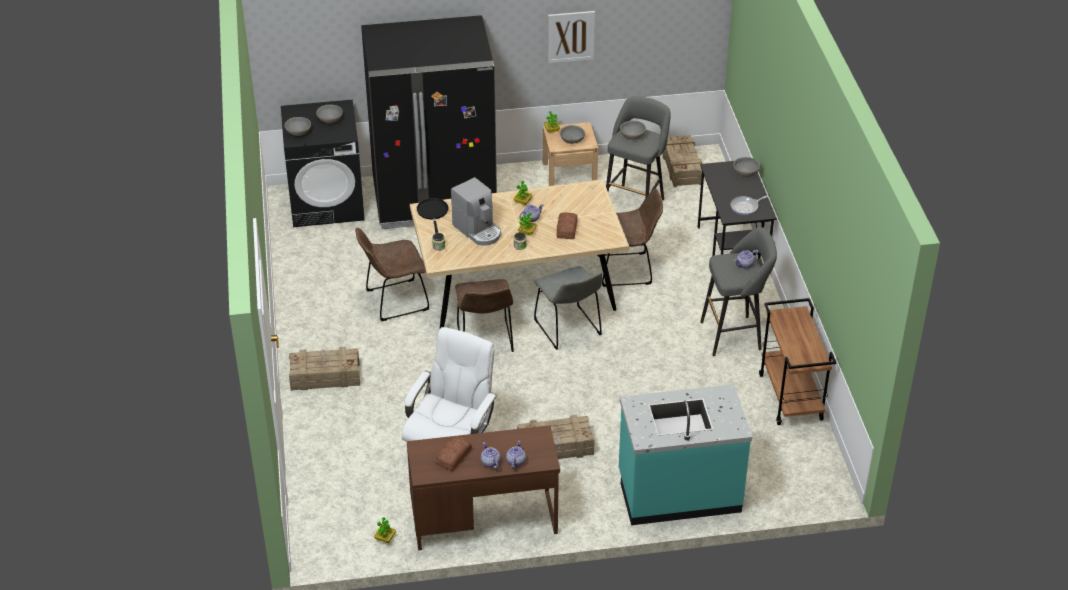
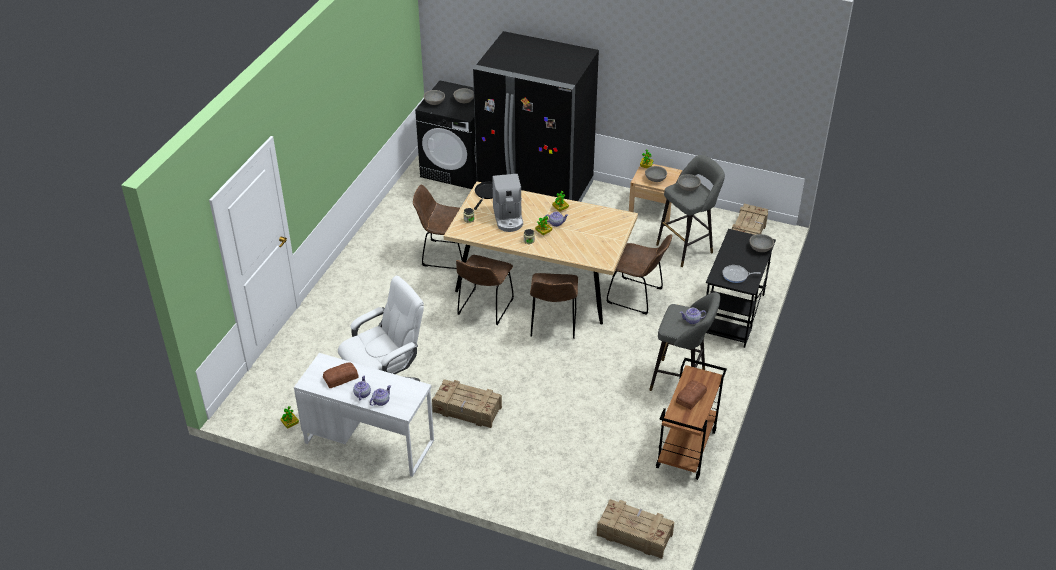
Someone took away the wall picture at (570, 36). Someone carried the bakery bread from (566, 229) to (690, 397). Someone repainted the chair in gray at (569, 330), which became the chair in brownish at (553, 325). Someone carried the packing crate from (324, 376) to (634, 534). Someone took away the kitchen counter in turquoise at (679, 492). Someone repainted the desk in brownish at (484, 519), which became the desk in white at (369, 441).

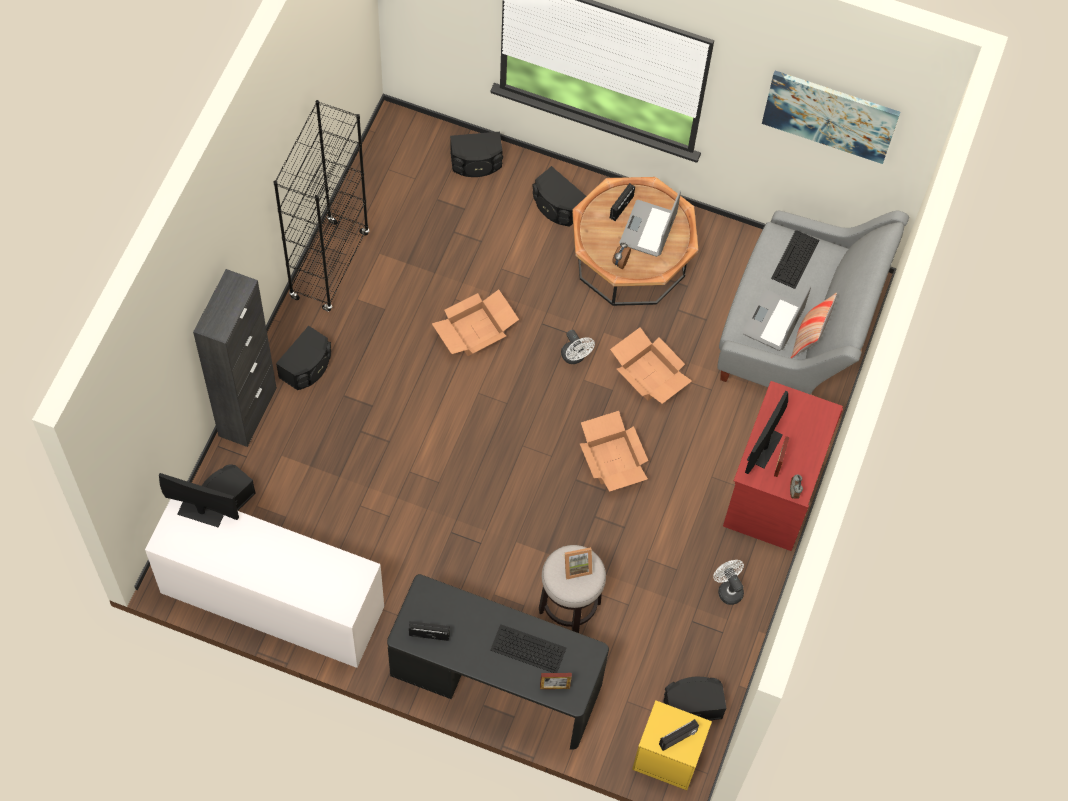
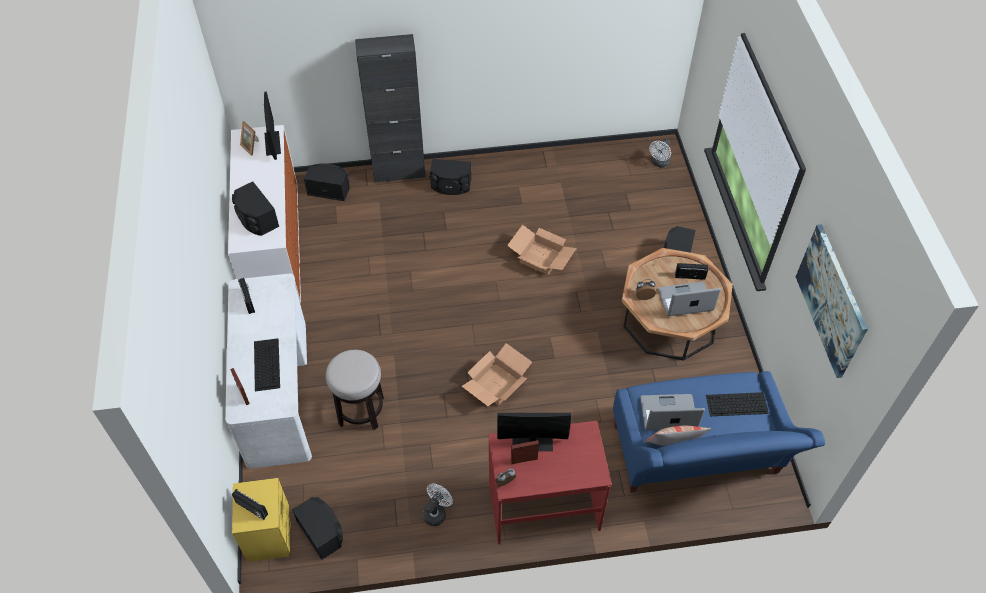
Someone took away the bookshelf in blackish at (330, 266). Someone carried the audio speaker in blackish from (476, 163) to (256, 219). Someone repainted the couch in gray at (797, 330), which became the couch in blue at (697, 458). Someone took away the carton at (650, 375). Someone carried the cooling fan in white from (575, 357) to (659, 163). Someone carried the picture frame from (576, 566) to (252, 146). Someone repainted the desk in blackish at (495, 681), which became the desk in white at (277, 392).

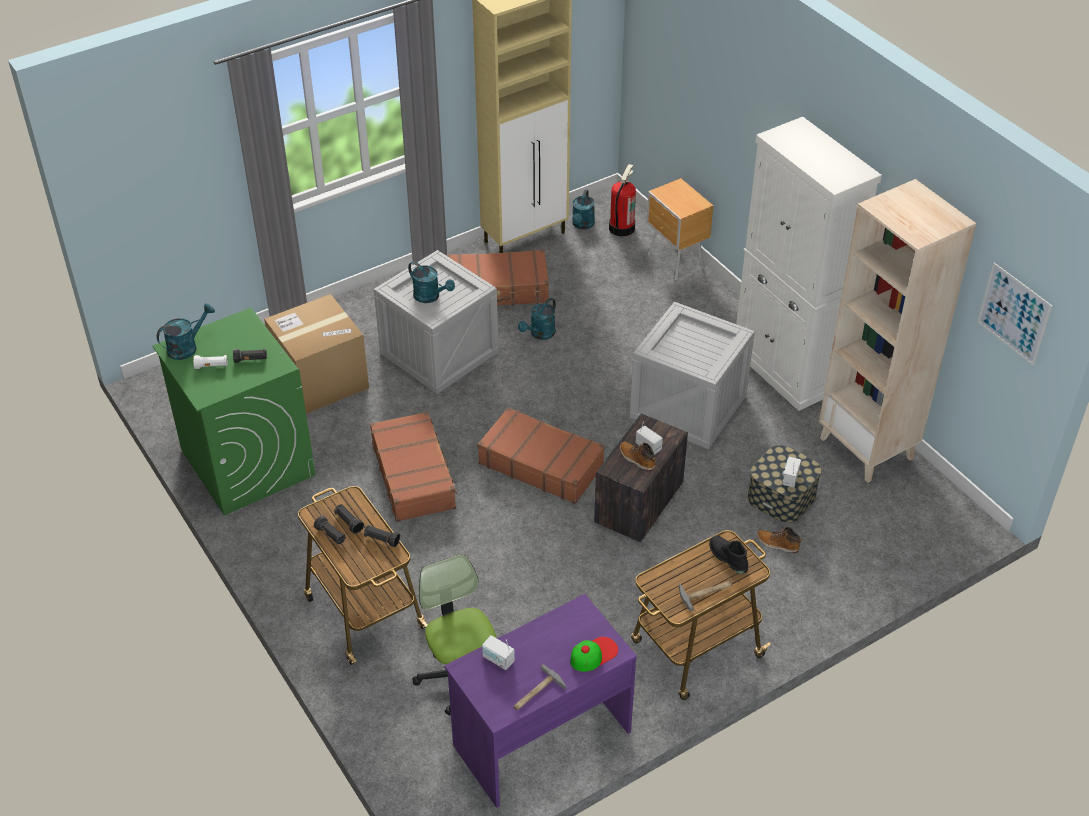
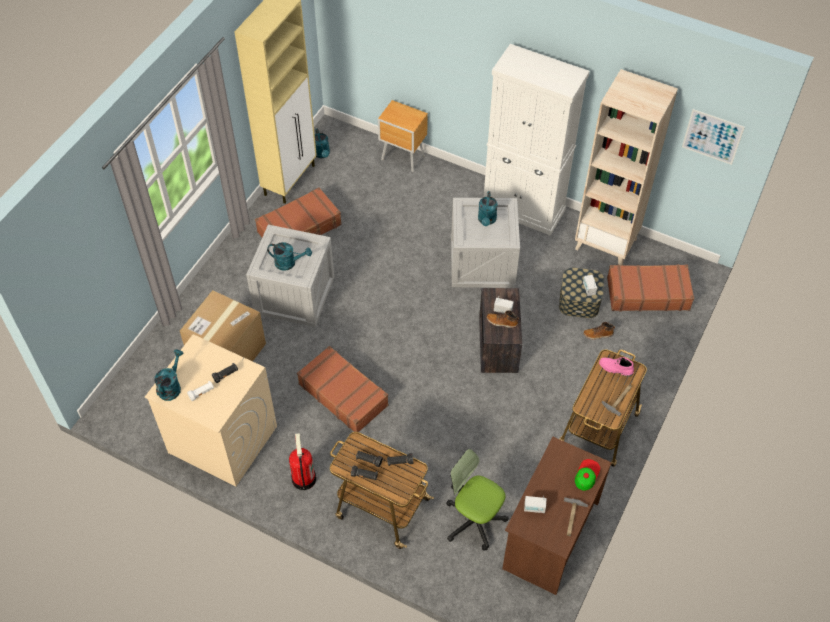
Someone carried the fire extinguisher from (621, 228) to (303, 479). Someone carried the sprinkling can in turquoise from (540, 334) to (487, 220). Someone repainted the laundry appliance in greenish at (247, 462), which became the laundry appliance in sand-coloured at (222, 439). Someone carried the suitcase in brownish from (541, 464) to (647, 293). Someone repainted the high-top boot in blackish at (727, 557), which became the high-top boot in pinkish at (615, 369). Someone repainted the desk in purplish at (540, 737), which became the desk in brownish at (549, 535).

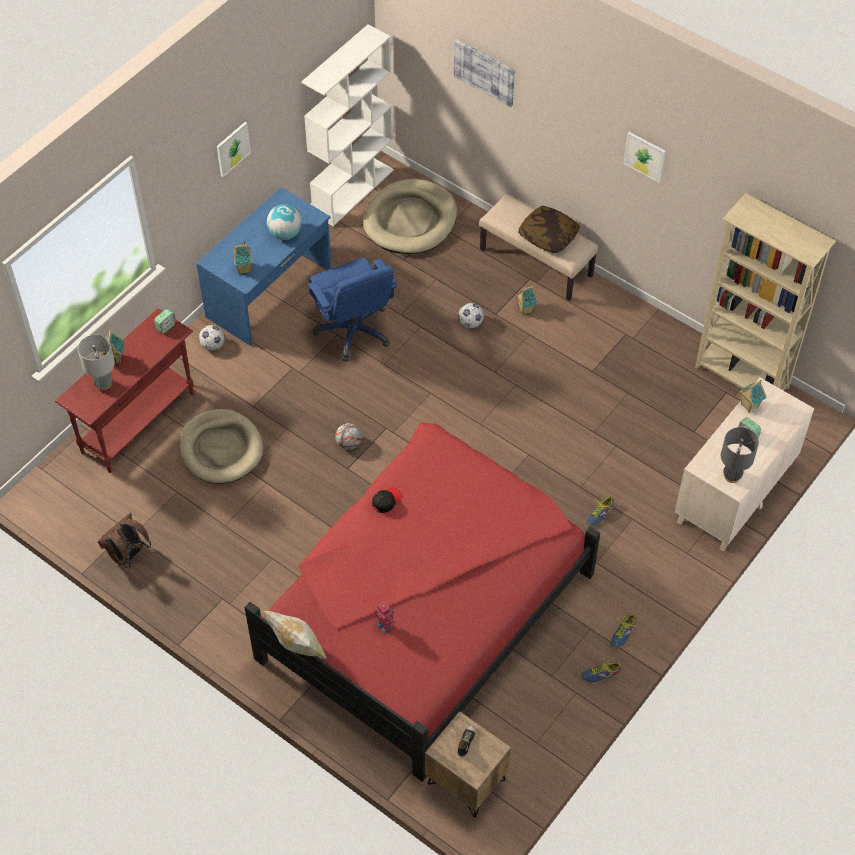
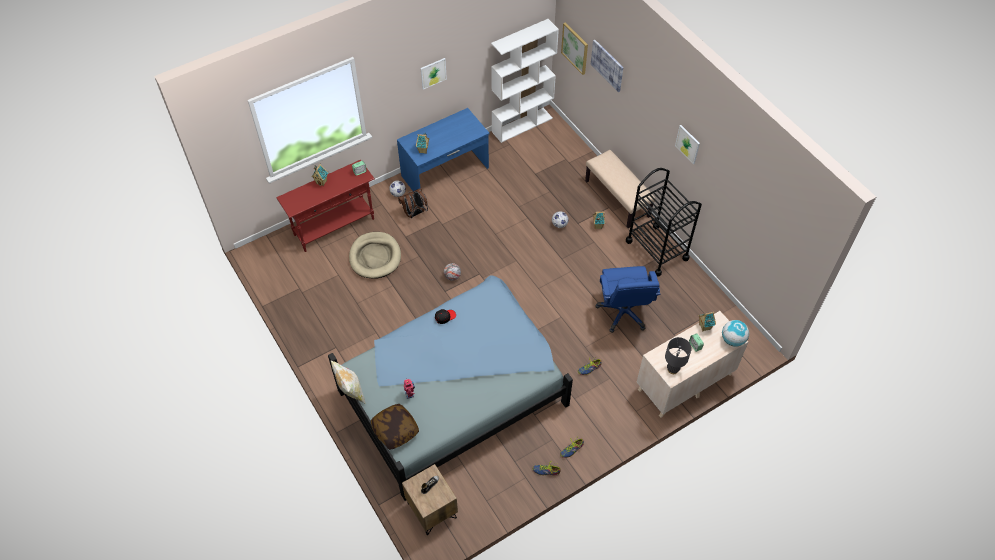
Someone took away the dog cushion in sand-coloured at (410, 220). Someone took away the bookshelf in sand-coloured at (741, 378). Someone carried the world globe from (285, 233) to (732, 340). Someone carried the cushion from (548, 236) to (395, 430). Someone carried the office chair in blue from (354, 331) to (623, 312). Someone took away the table lamp in gray at (104, 384). Someone repainted the sleeping bed in reddish at (423, 604), which became the sleeping bed in blue at (454, 390). Someone carried the backpack in brownish from (128, 556) to (414, 213). Someone put up the wall picture at (575, 48). Someone put down the cart in blackish at (657, 250).

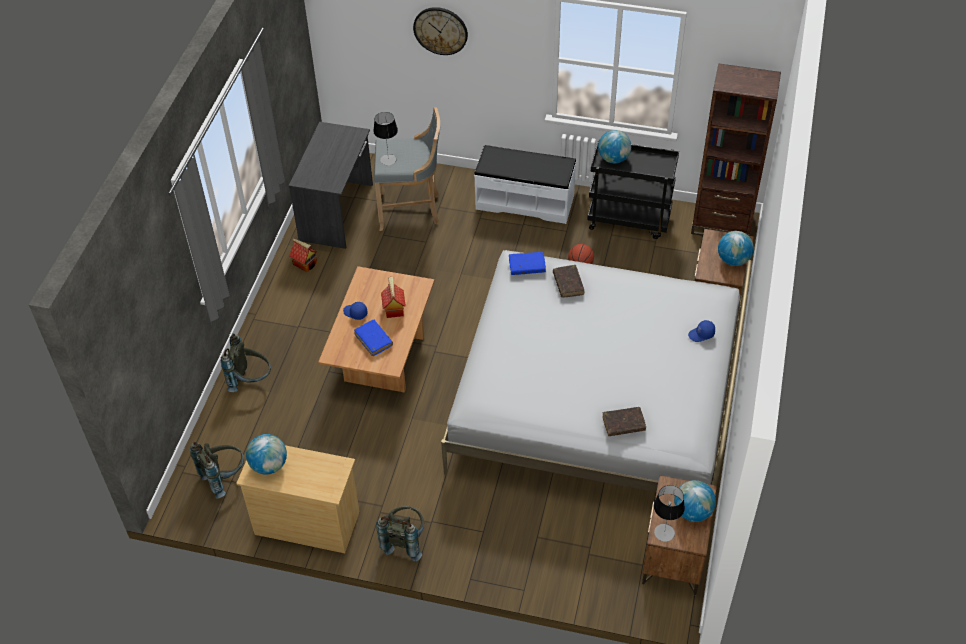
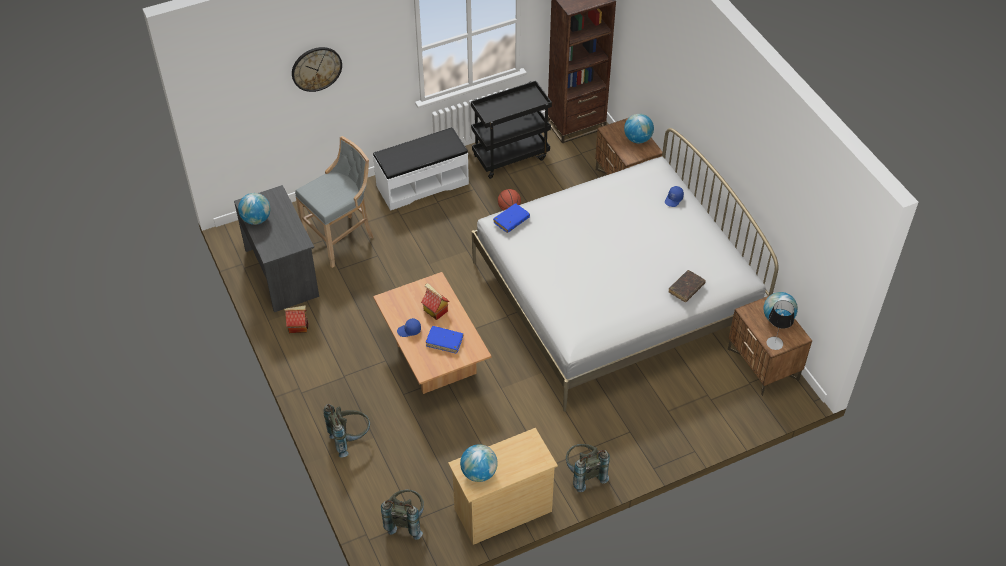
Someone took away the table lamp at (388, 160). Someone carried the world globe from (613, 158) to (256, 219). Someone took away the volume in brownish at (568, 284).

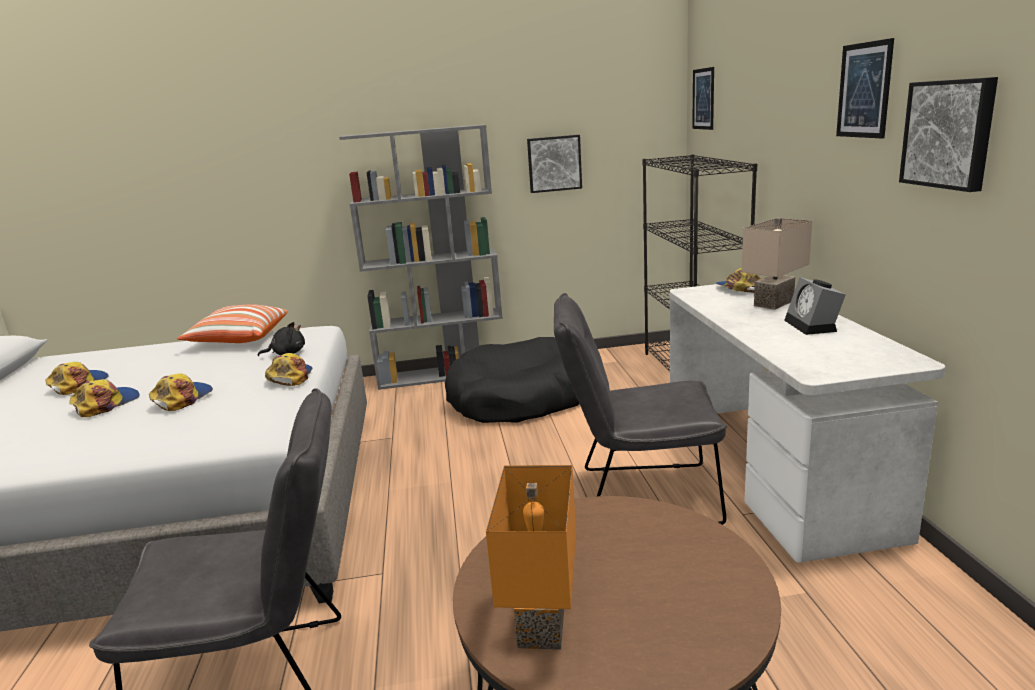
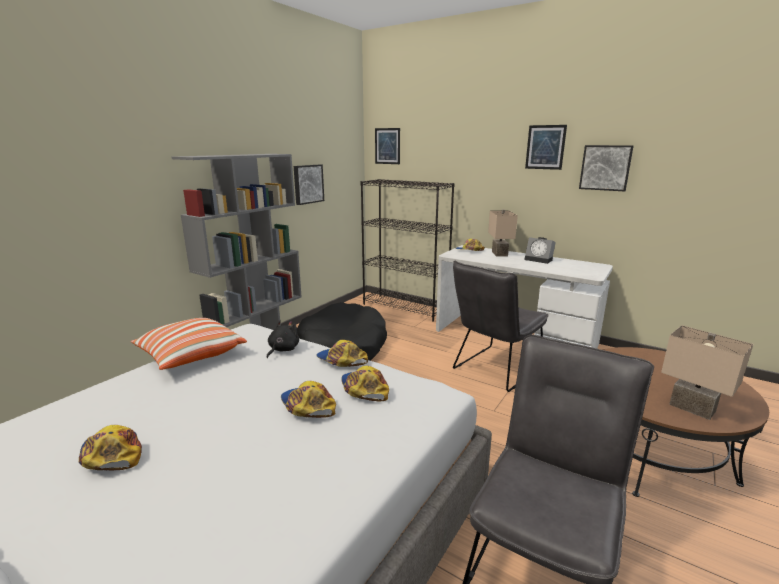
Someone carried the baseball cap from (106, 404) to (364, 389). Someone repainted the table lamp in orange-coloured at (545, 624), which became the table lamp in sand-coloured at (693, 407).

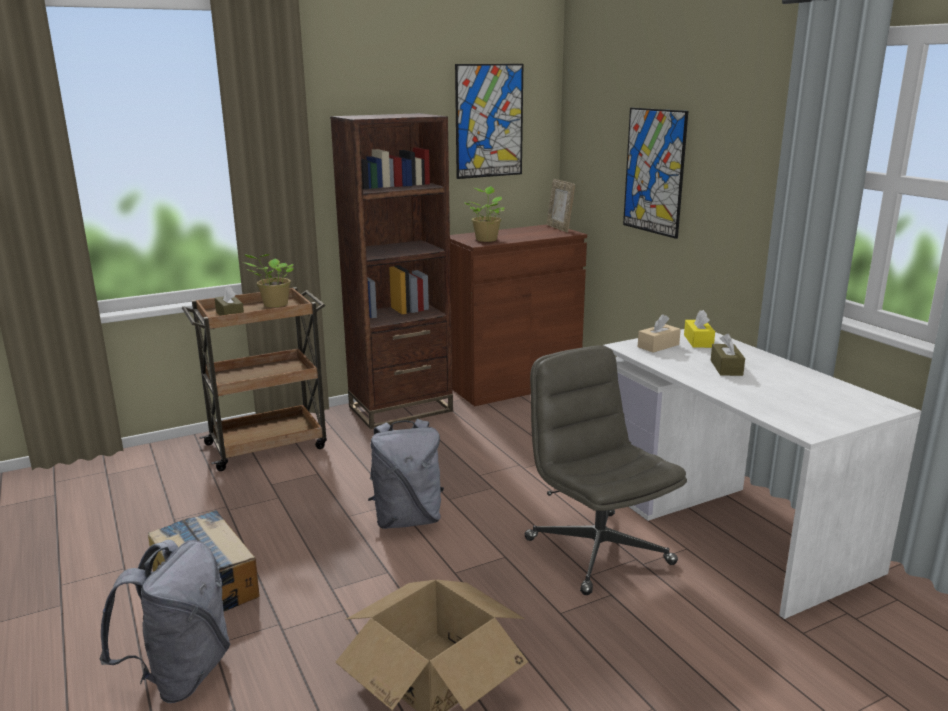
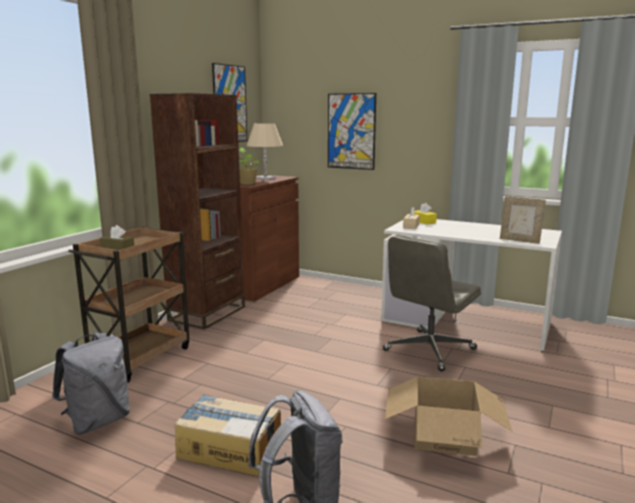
Someone carried the picture frame from (559, 228) to (520, 240). Someone took away the houseplant at (274, 304). Someone took away the tissue holder in brownish at (726, 368). Someone rotated the office chair in gray at (597, 550) by 75 degrees counterclockwise. Someone carried the backpack in gray from (407, 519) to (98, 421). Someone put down the table lamp in sand-coloured at (265, 179).

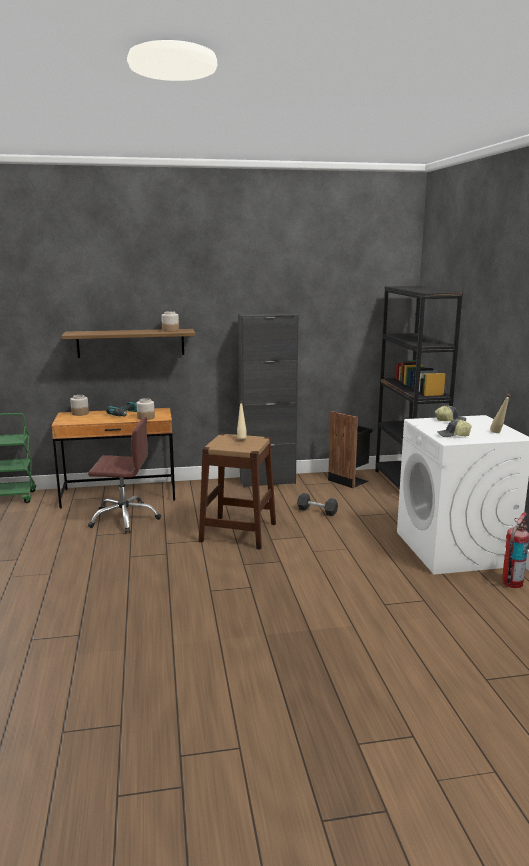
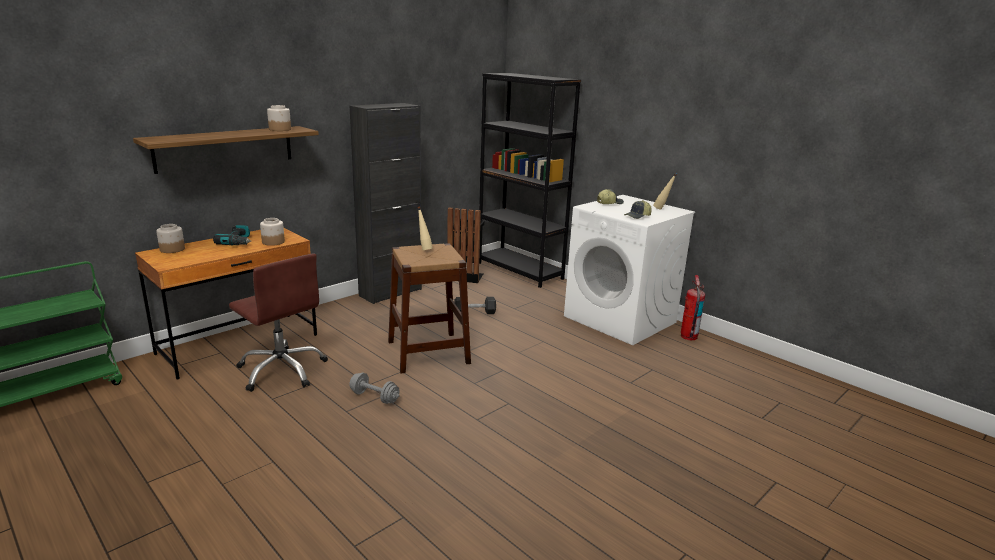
Someone rotated the office chair in brownish at (124, 518) by 75 degrees clockwise. Someone put down the dumbbell in gray at (374, 397).

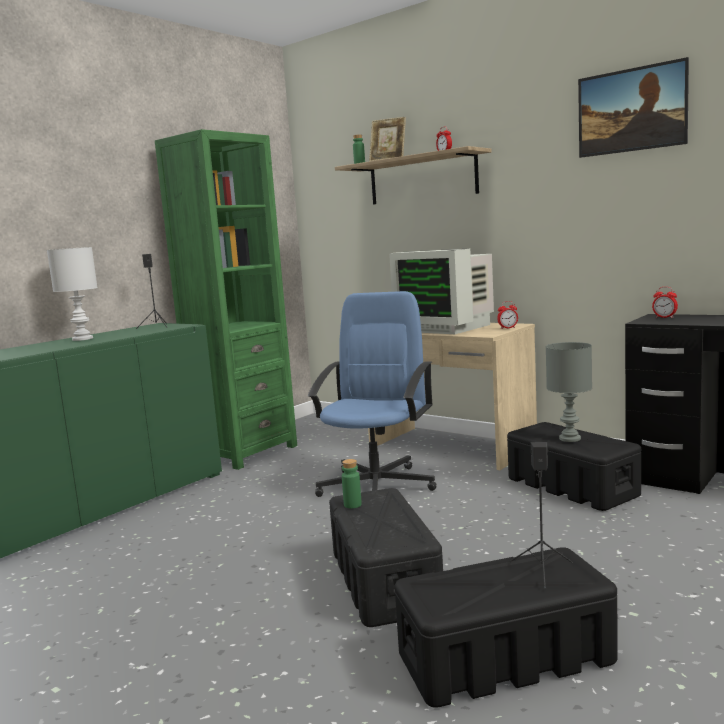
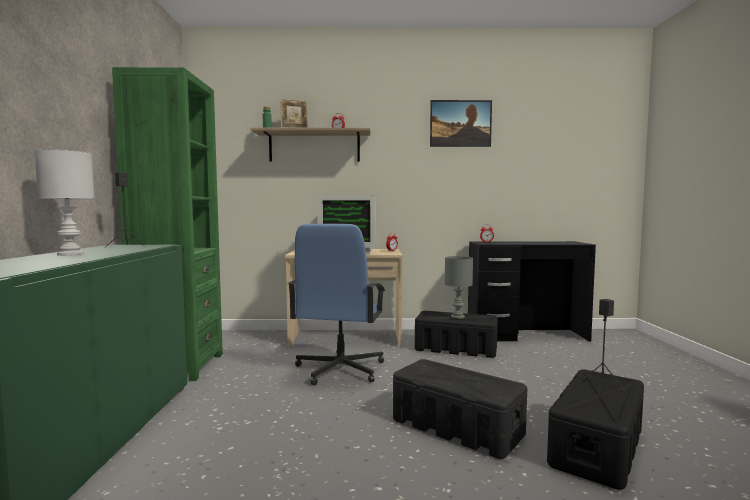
Someone rotated the office chair in blue at (377, 485) by 150 degrees counterclockwise. Someone took away the beverage bottle in greenish at (352, 505).

